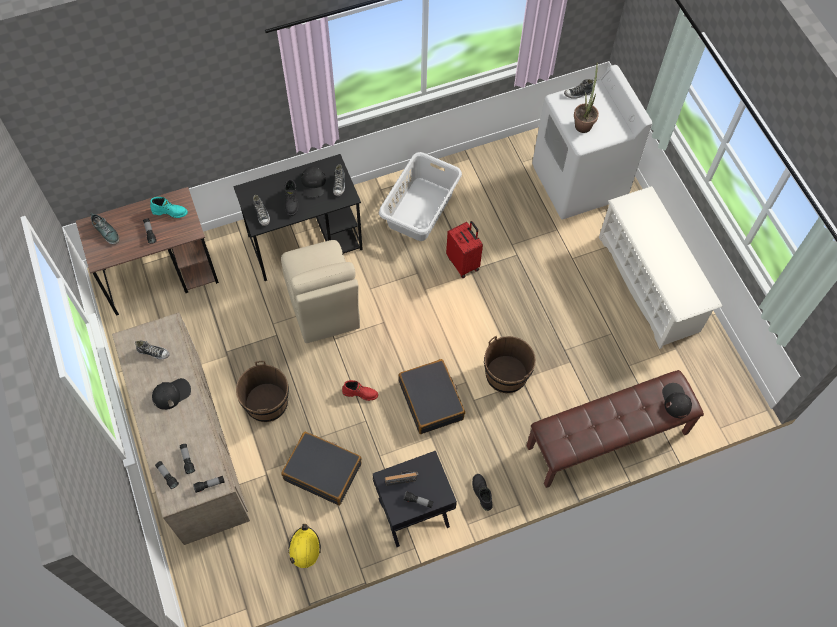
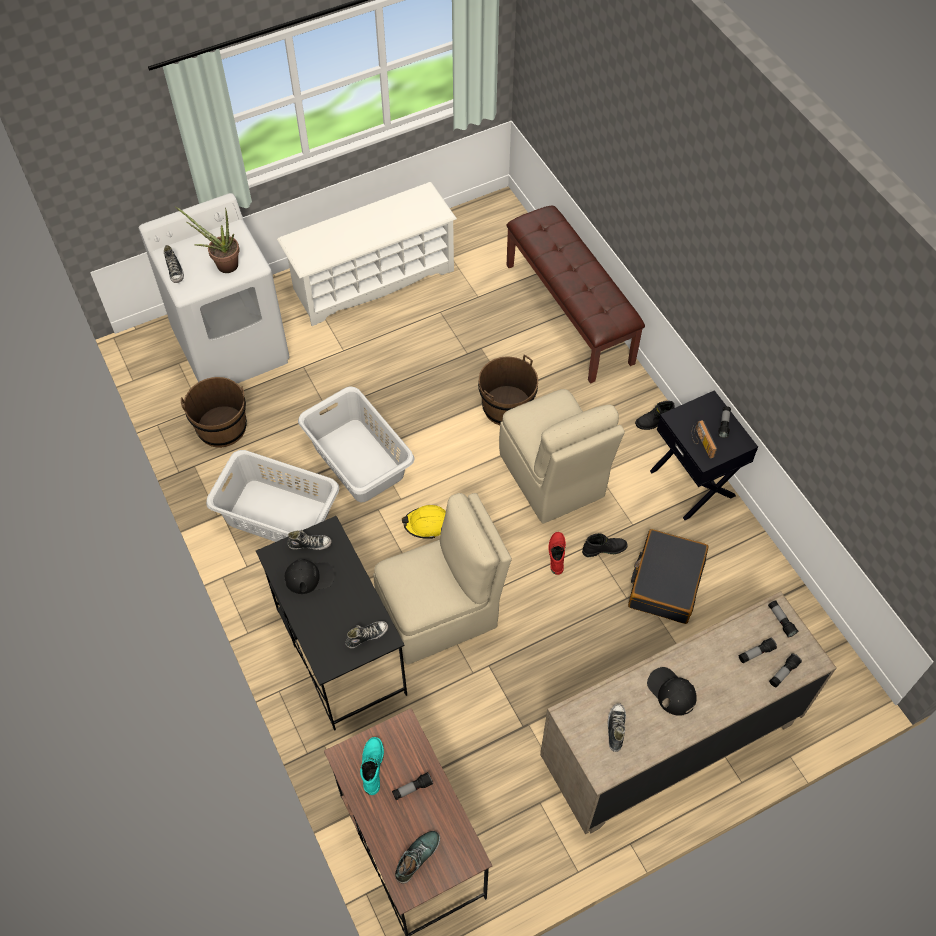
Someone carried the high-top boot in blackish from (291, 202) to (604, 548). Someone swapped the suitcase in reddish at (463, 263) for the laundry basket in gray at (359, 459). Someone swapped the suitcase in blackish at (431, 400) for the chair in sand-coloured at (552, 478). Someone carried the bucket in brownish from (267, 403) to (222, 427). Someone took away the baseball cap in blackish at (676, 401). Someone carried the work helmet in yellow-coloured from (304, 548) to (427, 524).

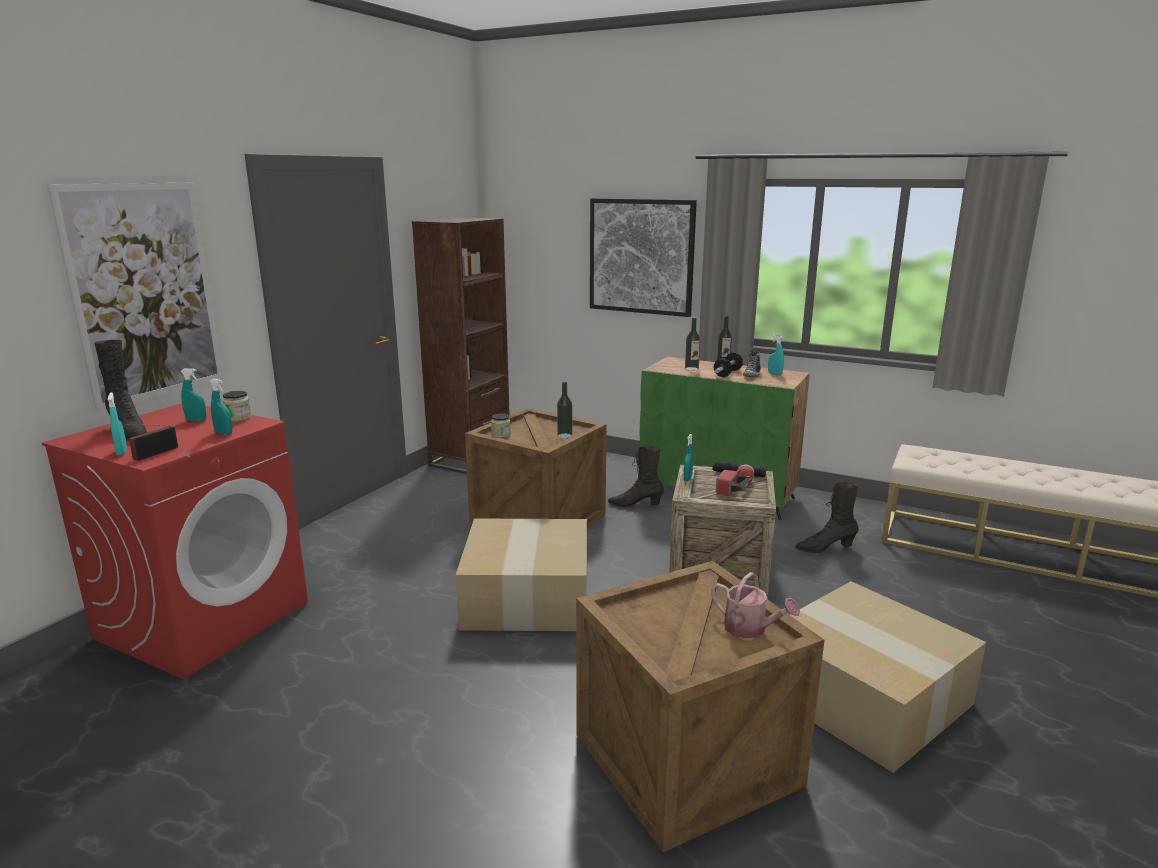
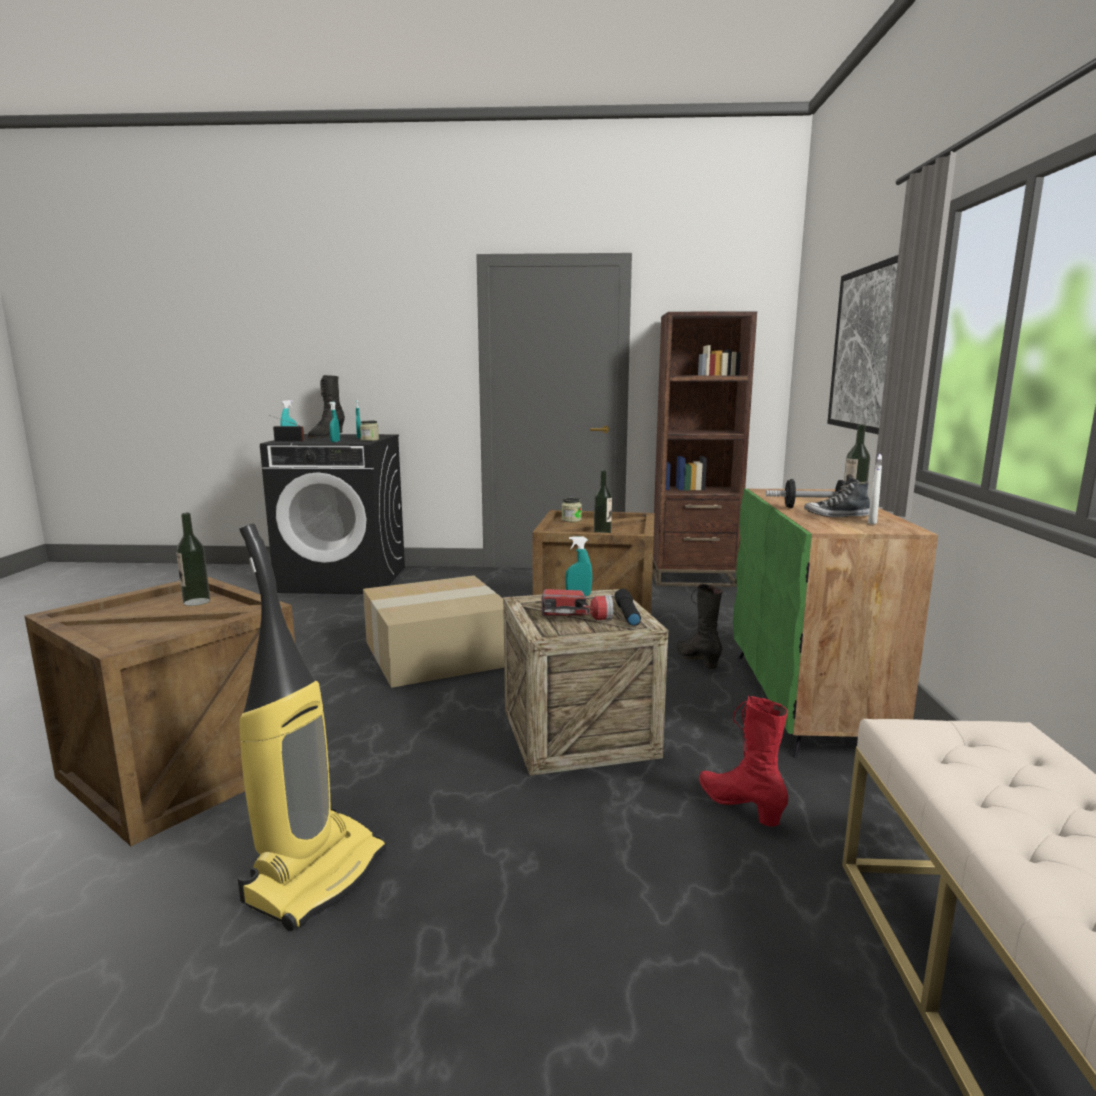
Someone took away the wall picture at (145, 292). Someone carried the beverage bottle from (691, 369) to (196, 602). Someone repainted the sprayer in turquoise at (774, 374), which became the sprayer in white at (872, 522). Someone repainted the laundry appliance in reddish at (204, 619), which became the laundry appliance in blackish at (344, 579). Someone repainted the high-top boot in blackish at (824, 548), which became the high-top boot in reddish at (739, 806). Someone took away the sprinkling can at (750, 629). Someone swapped the carton at (861, 696) for the vacuum at (315, 875).

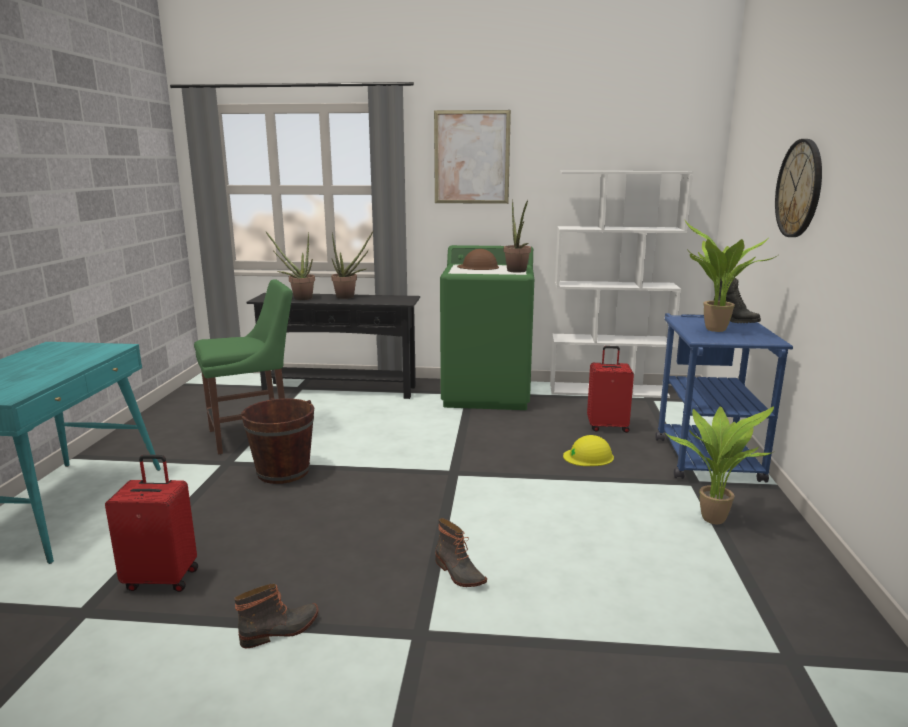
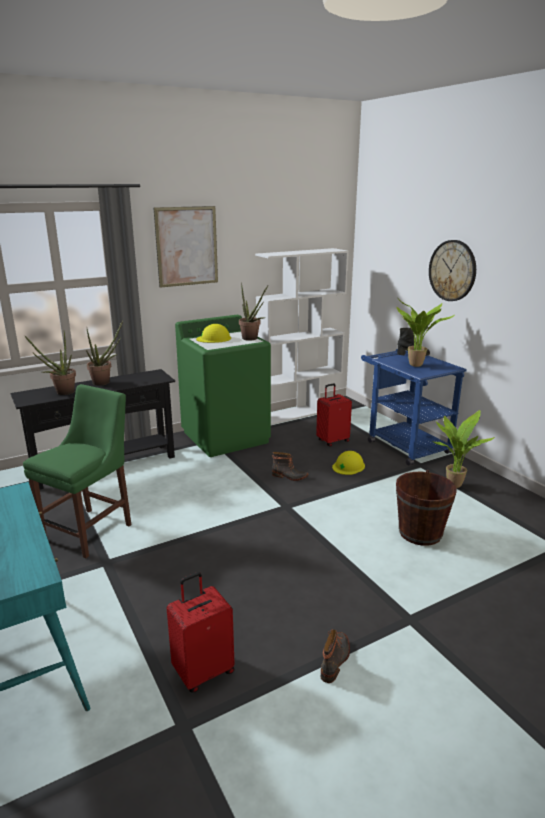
Someone repainted the work helmet in brownish at (478, 267), which became the work helmet in yellow-coloured at (214, 338). Someone carried the bucket in brownish from (283, 472) to (420, 533). Someone carried the high-top boot from (458, 573) to (289, 476).

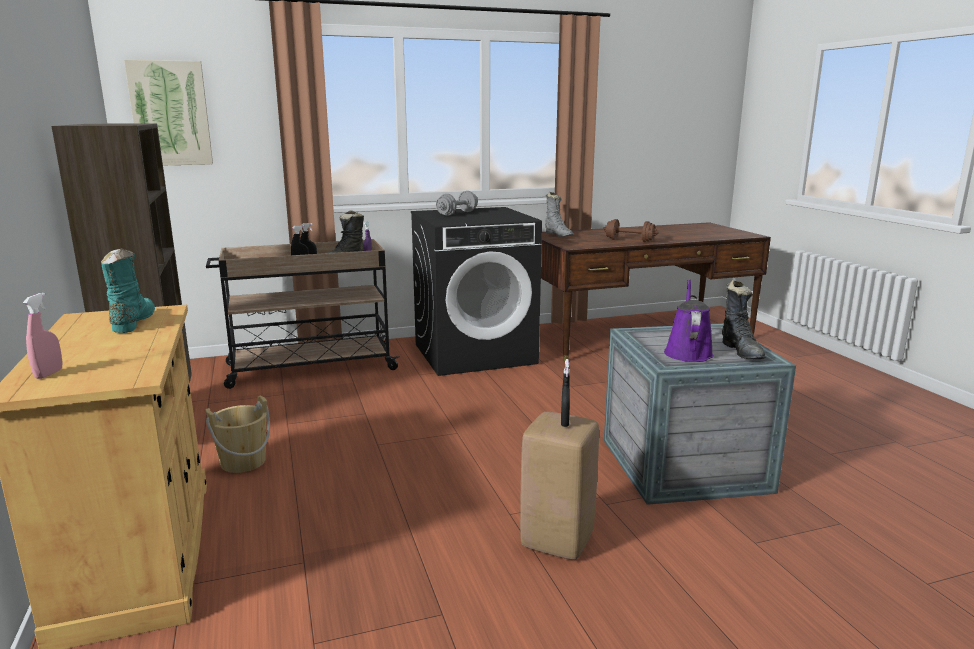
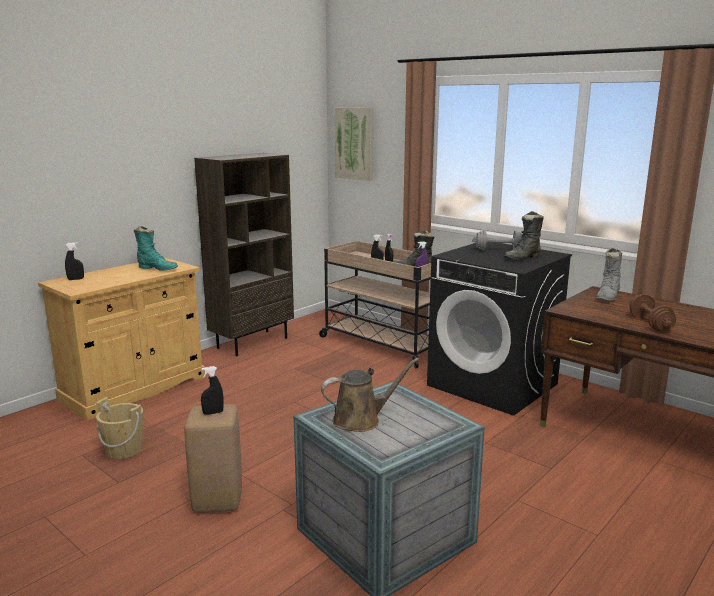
Someone rotated the high-top boot in turquoise at (132, 322) by 60 degrees clockwise. Someone repainted the sprinkling can in purplish at (688, 352), which became the sprinkling can in brownish at (361, 420). Someone carried the high-top boot in blackish from (742, 351) to (523, 258). Someone repainted the sprayer in pinkish at (49, 374), which became the sprayer in blackish at (76, 279). Someone carried the bucket in sand-coloured from (243, 462) to (124, 450).

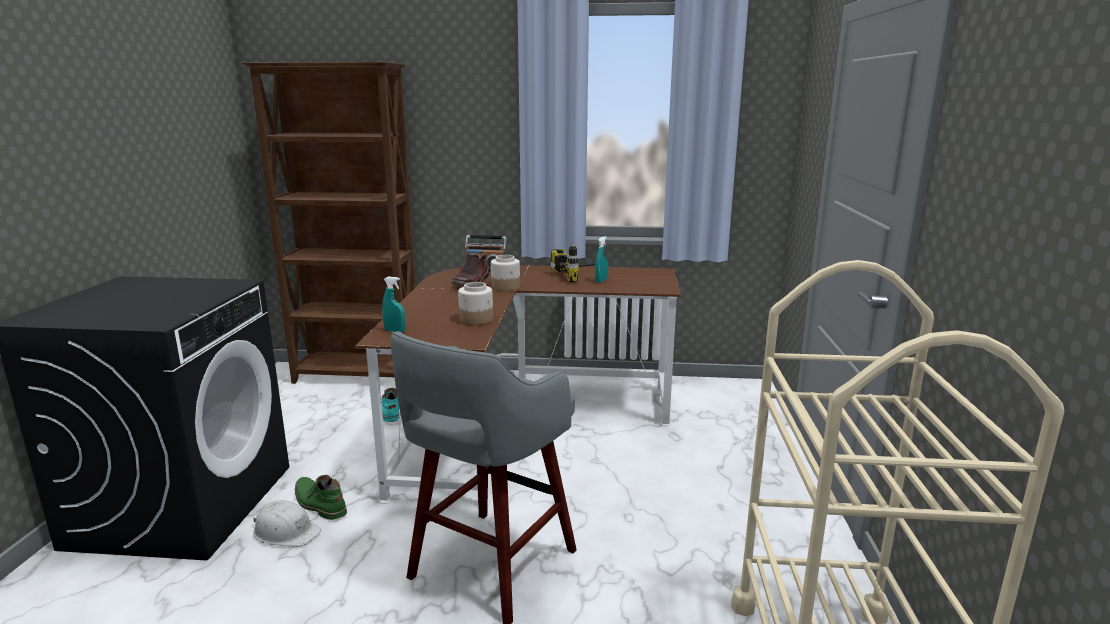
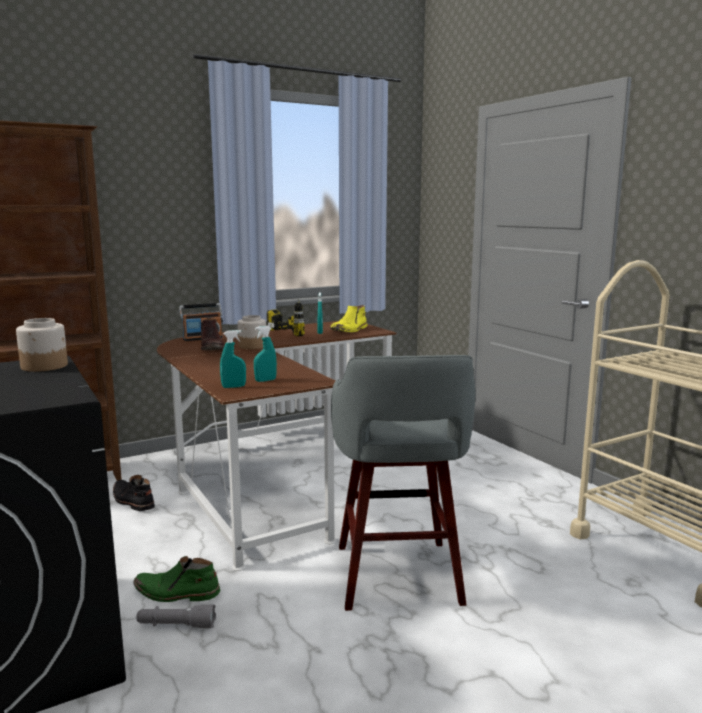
Someone carried the storage jar from (476, 319) to (45, 366). Someone repainted the high-top boot in turquoise at (391, 410), which became the high-top boot in blackish at (132, 501). Someone swapped the work helmet in white at (286, 531) for the hand torch in gray at (176, 625). Someone put down the high-top boot in yellow-coloured at (350, 330). Someone put down the sprayer in turquoise at (265, 380).

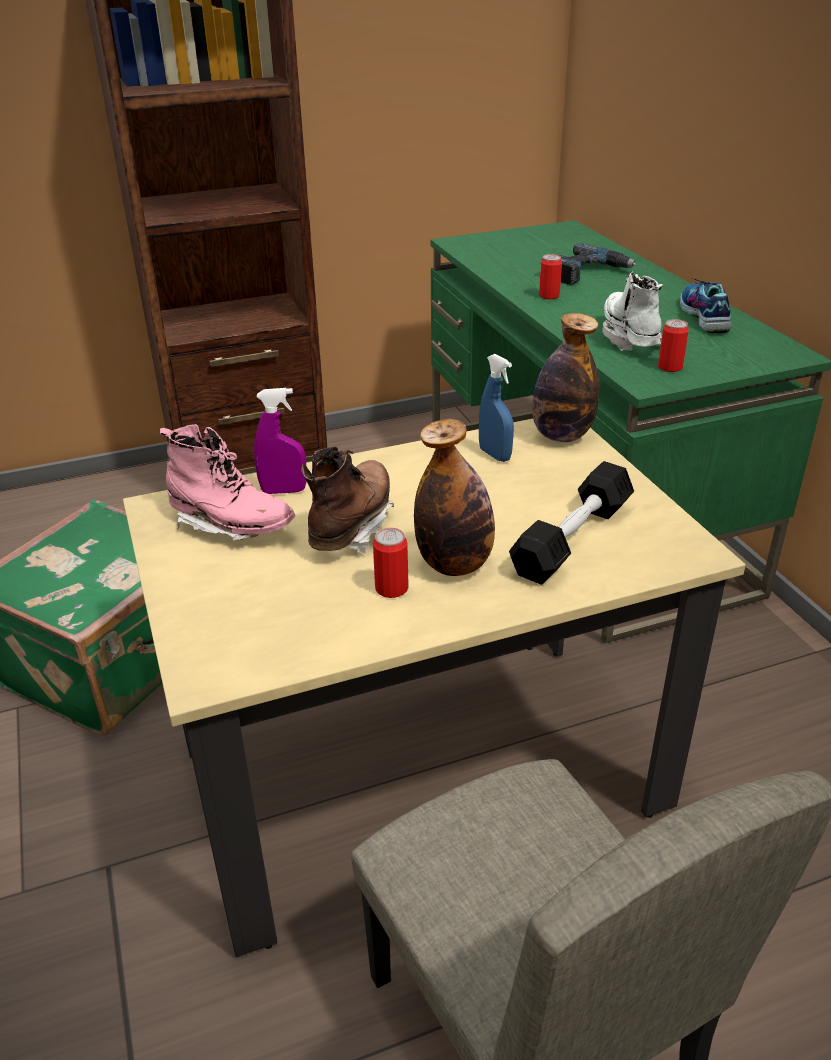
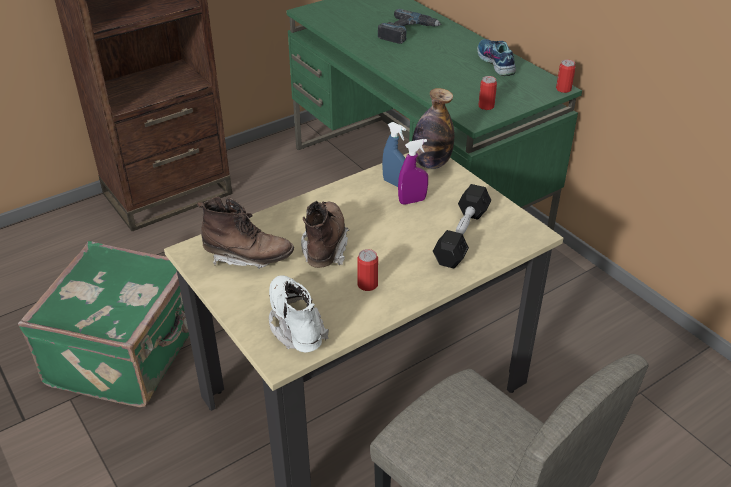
Someone carried the can from (549, 296) to (563, 89). Someone carried the high-top boot in white from (629, 338) to (296, 326). Someone carried the sprayer in purplish from (283, 491) to (412, 201). Someone took away the beverage bottle at (455, 564). Someone repainted the high-top boot in pinkish at (232, 526), which became the high-top boot in brownish at (248, 258).

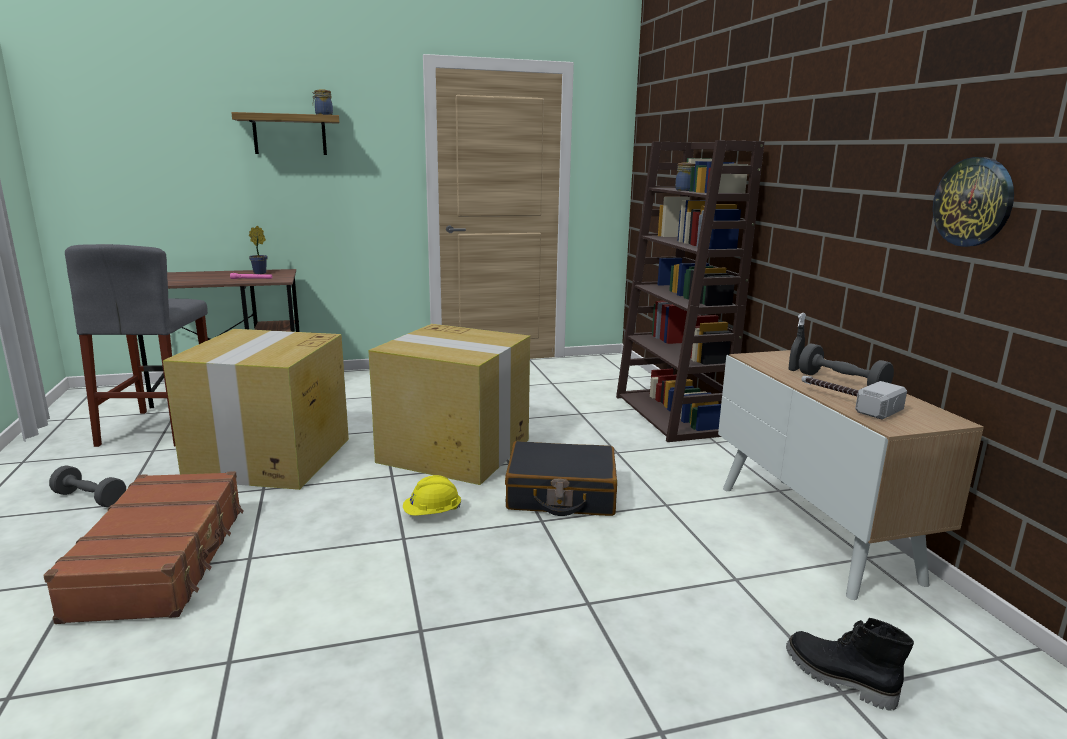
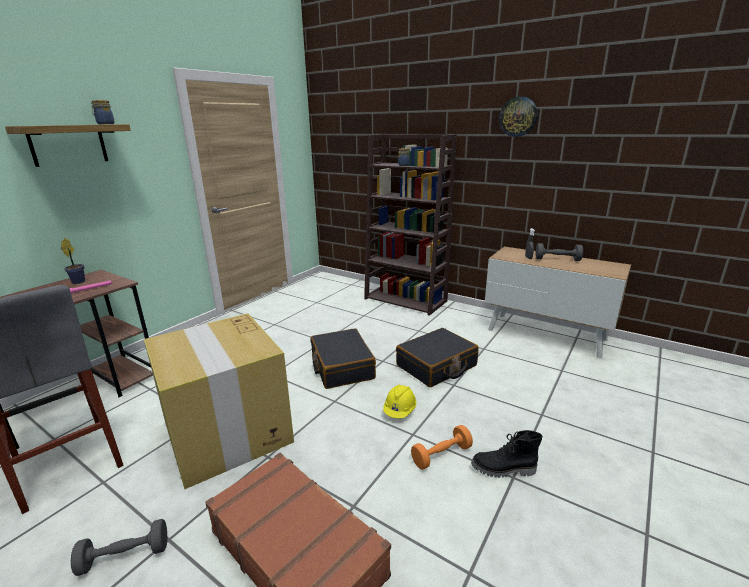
Someone carried the clock on the wall from (973, 202) to (518, 116). Someone swapped the carton at (456, 451) for the suitcase in blackish at (341, 367). Someone took away the hammer at (845, 402). Someone carried the high-top boot in blackish from (838, 679) to (503, 469). Someone put down the dumbbell in orange-coloured at (441, 455).

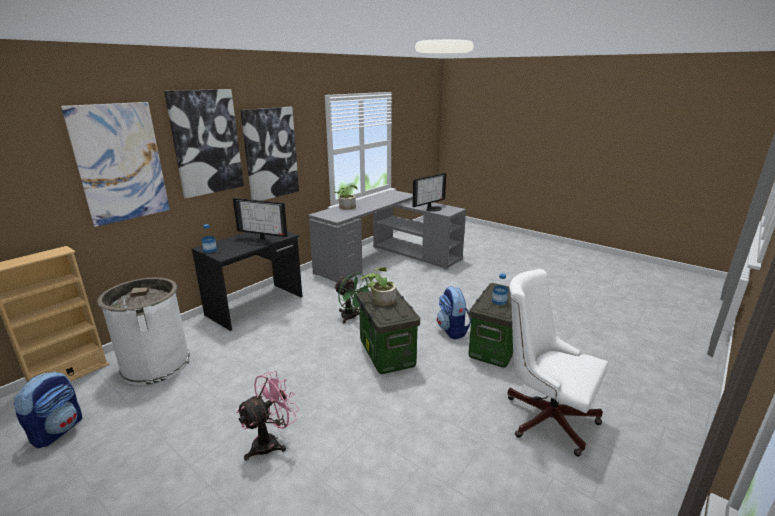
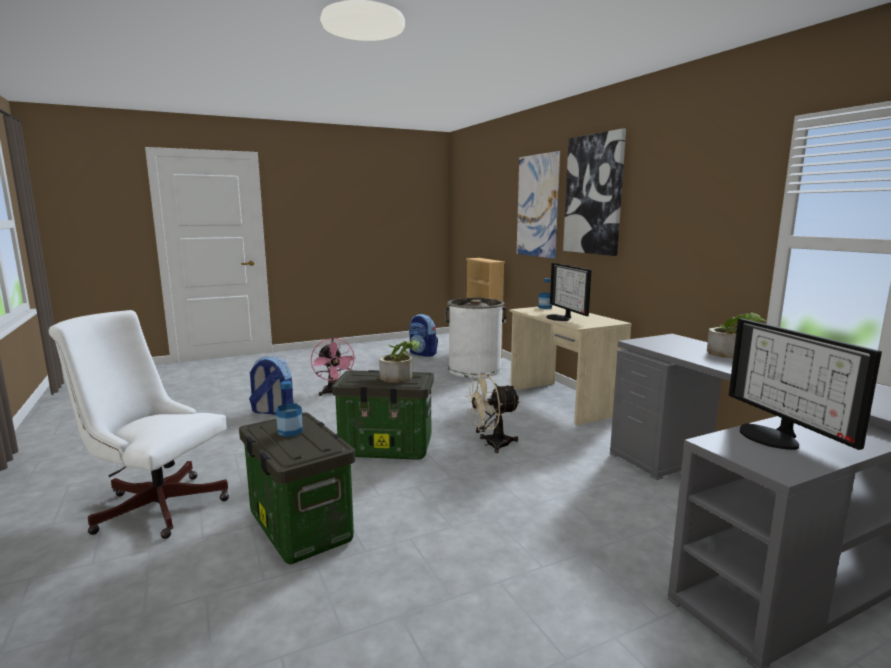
Someone took away the wall picture at (270, 153). Someone rotated the computer screen at (259, 241) by 60 degrees counterclockwise. Someone repainted the desk in blackish at (256, 305), which became the desk in sand-coloured at (562, 402). Someone rotated the office chair in white at (544, 416) by 135 degrees counterclockwise. Someone repainted the cooling fan in greenish at (352, 317), which became the cooling fan in sand-coloured at (491, 444). Someone carried the backpack from (452, 330) to (272, 412).

